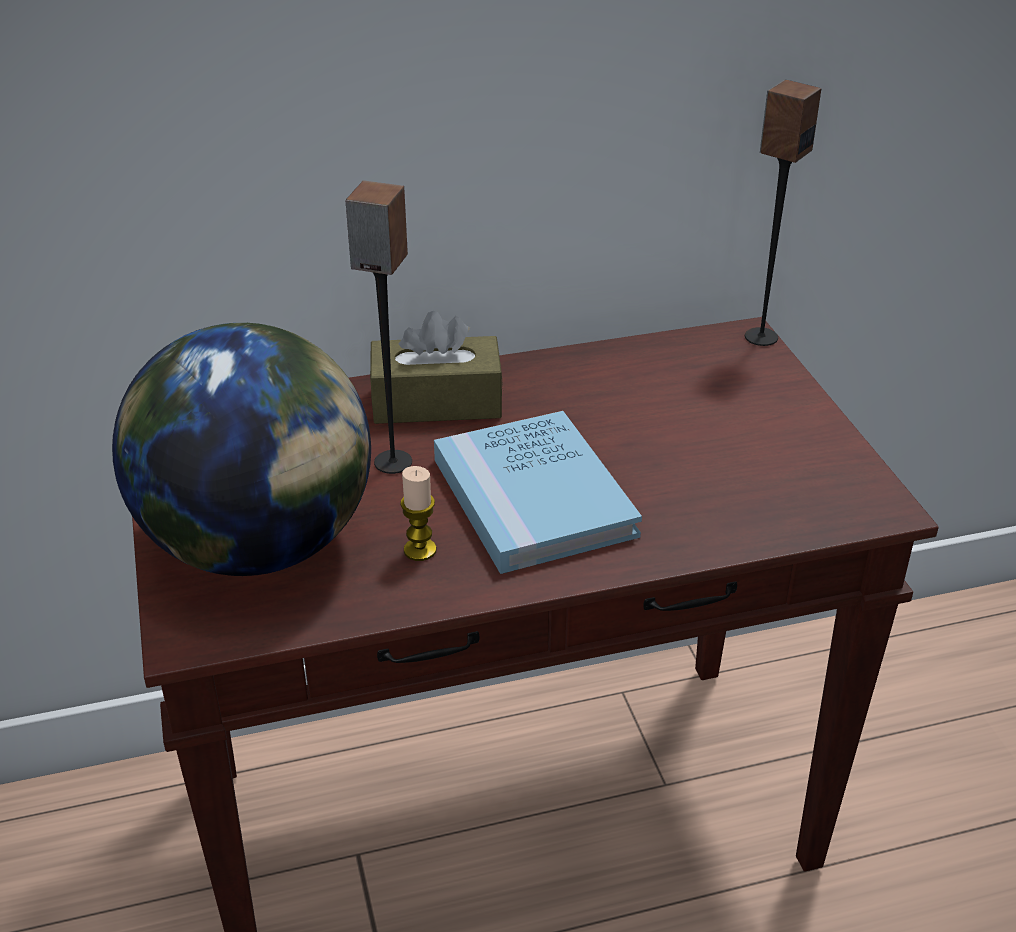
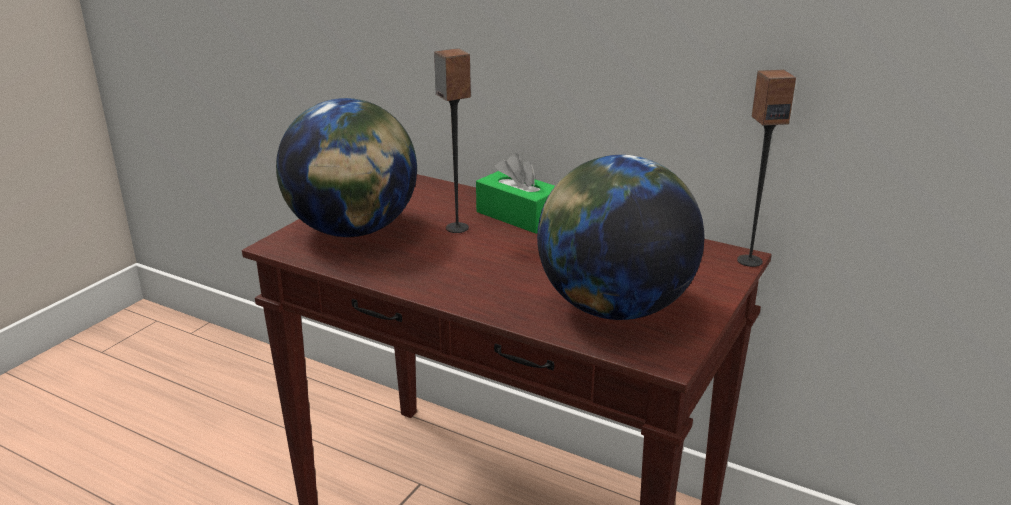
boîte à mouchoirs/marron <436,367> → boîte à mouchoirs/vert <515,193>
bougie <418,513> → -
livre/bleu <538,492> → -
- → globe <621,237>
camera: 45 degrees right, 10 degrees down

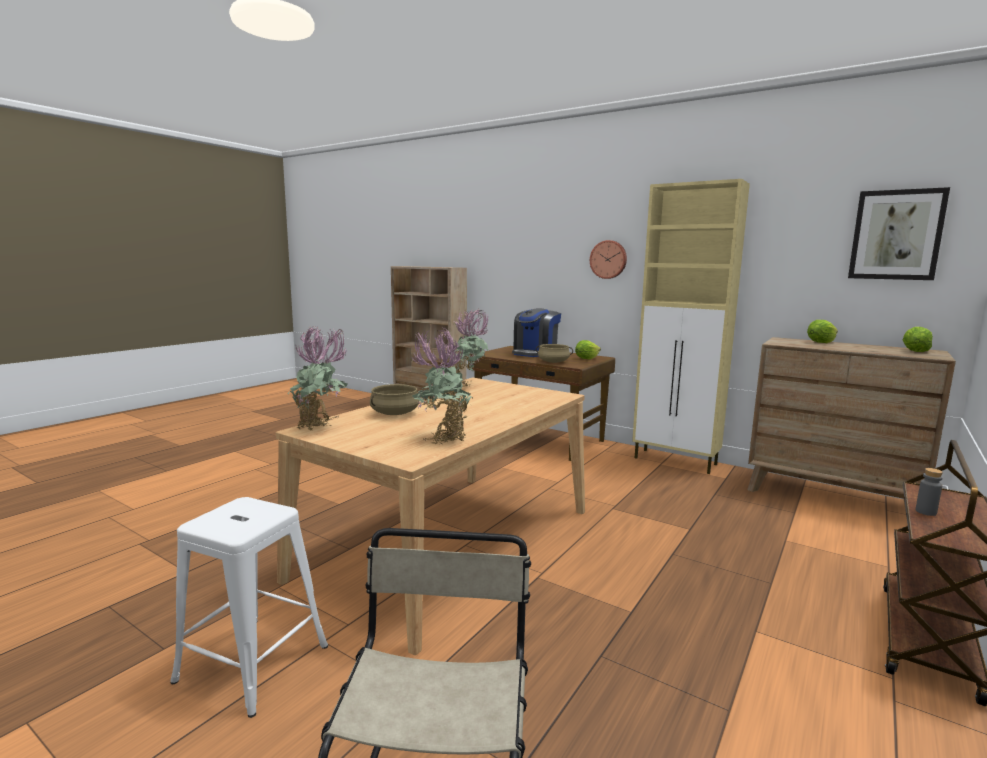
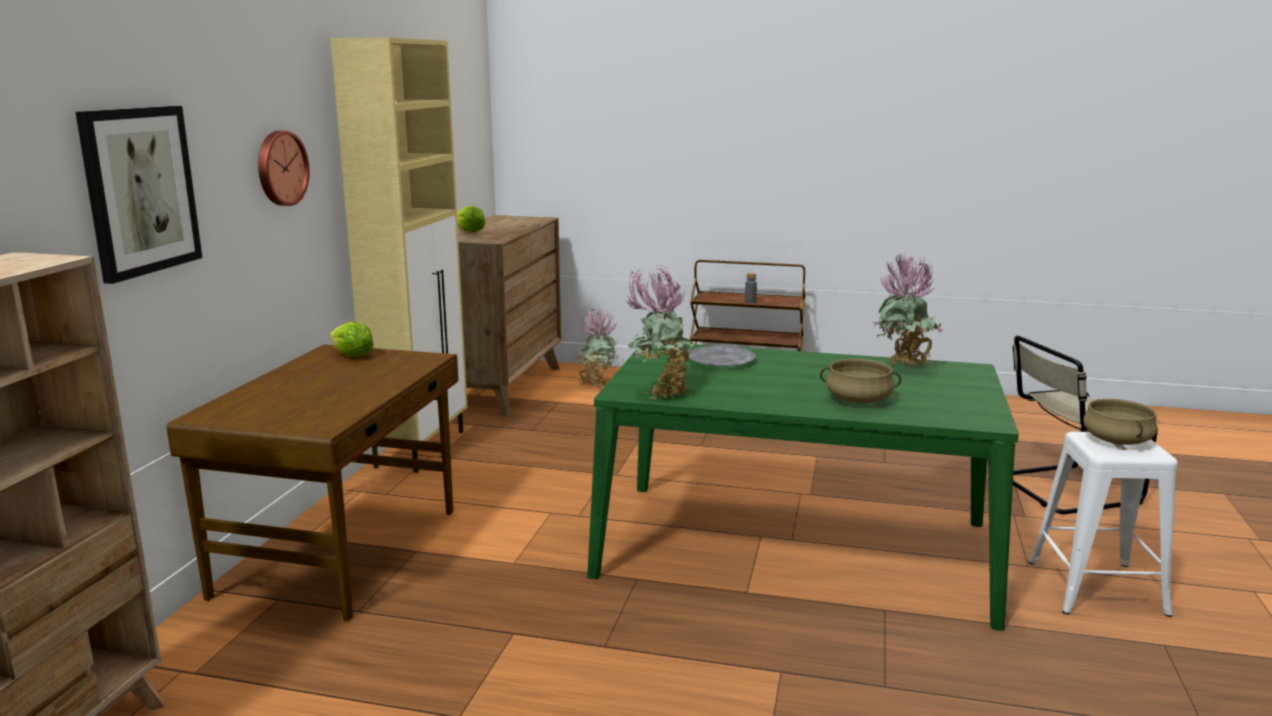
table à manger/beige <430,516> → table à manger/vert <803,486>
plante en pot <318,378> → plante en pot <596,348>, move
machine à café <536,332> → -
marmite/beige <554,353> → marmite/beige <1120,422>, move
tableau <899,233> → tableau <138,195>, move
laitue <917,339> → -
- → assiette/gris <722,356>
camera: 110 degrees left, 5 degrees up

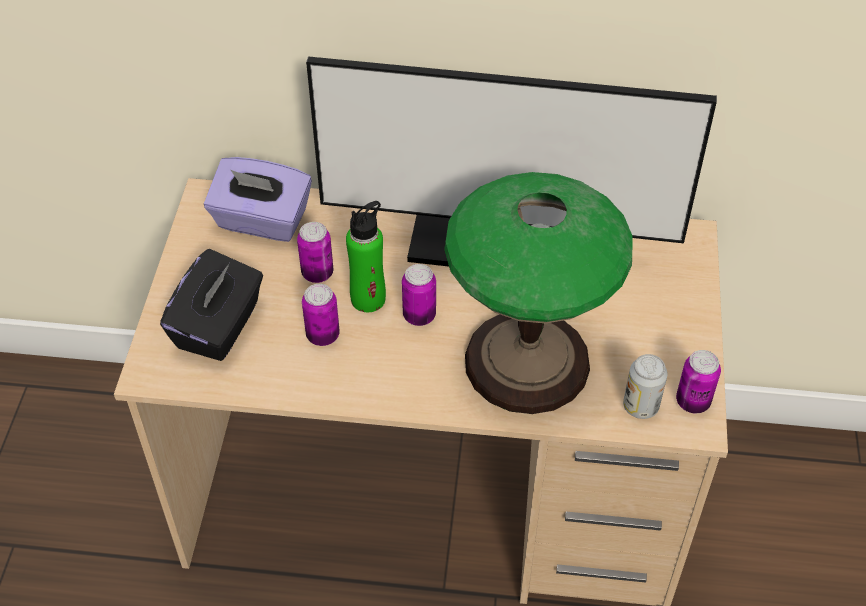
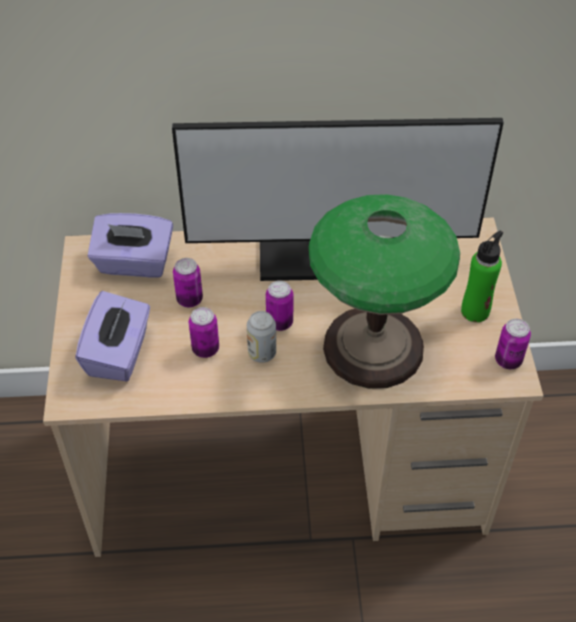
boîte à mouchoirs/noir <211,305> → boîte à mouchoirs/violet <112,336>
bouteille/vert <366,256> → bouteille/vert <482,276>, move
boîte métallique <645,386> → boîte métallique <261,337>, move
camera: 10 degrees left, 0 degrees up

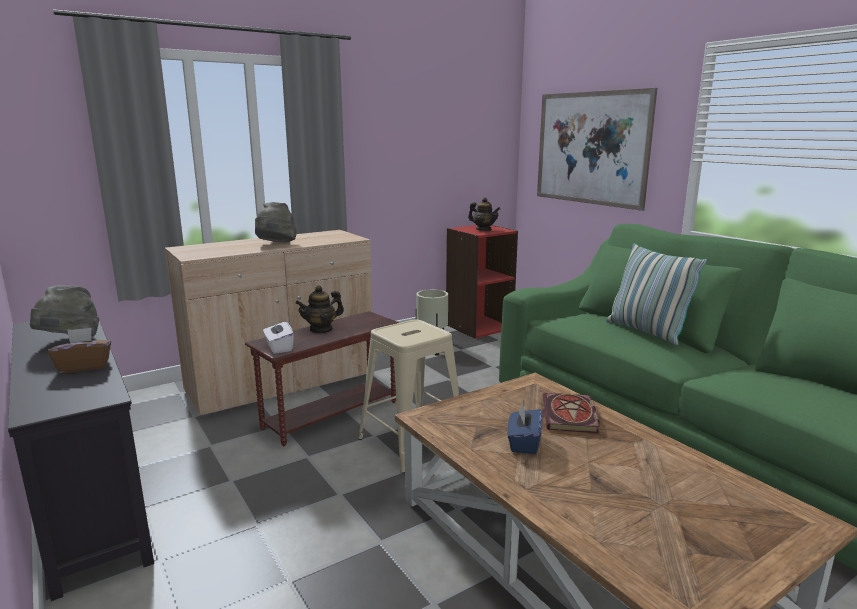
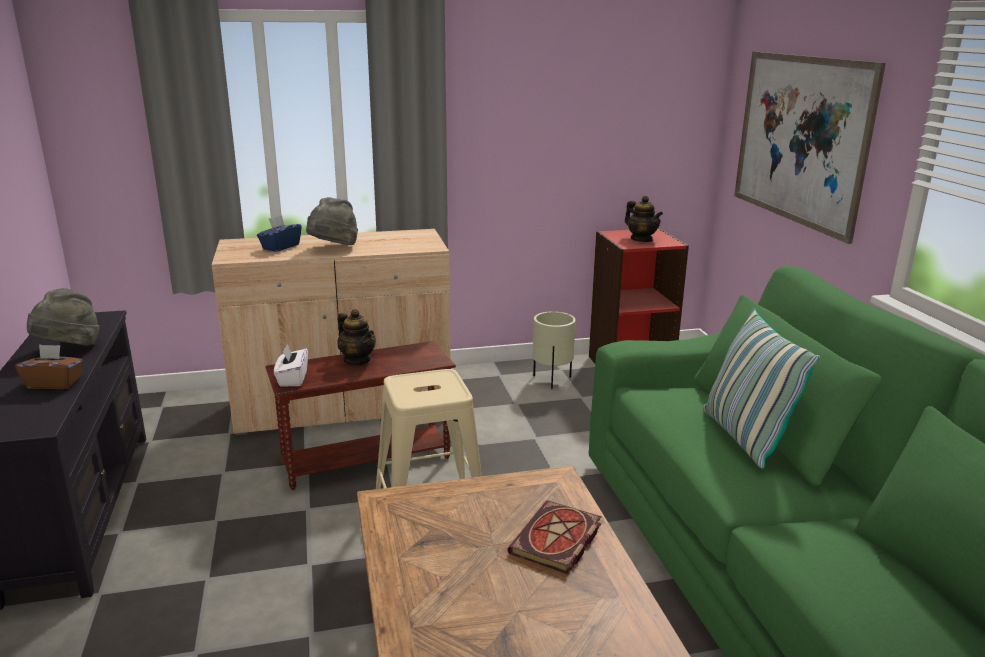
théière <320,310> → théière <356,337>, 120 degrees counterclockwise
boîte à mouchoirs/bleu <524,429> → boîte à mouchoirs/bleu <279,233>, move
camera: 20 degrees right, 5 degrees up

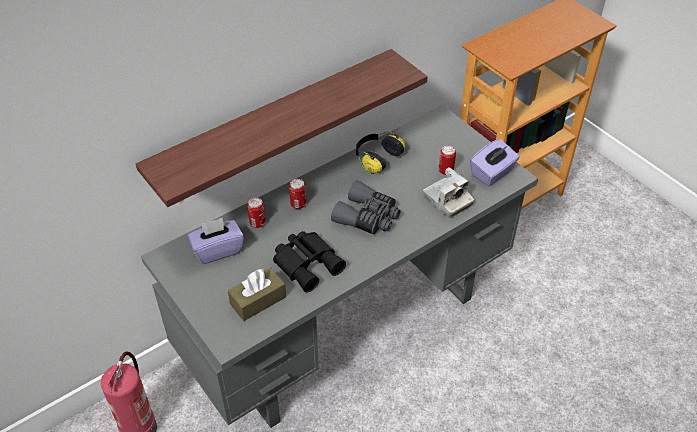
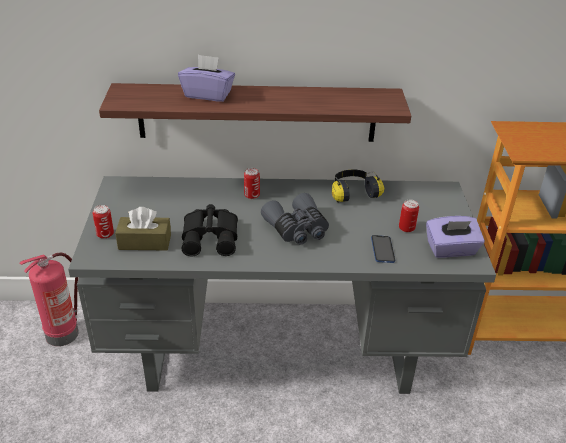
boîte à mouchoirs/violet <216,241> → boîte à mouchoirs/violet <206,78>, move
boîte métallique <256,212> → boîte métallique <103,222>, move
appareil photo <448,192> → téléphone <383,249>
camera: 35 degrees right, 10 degrees down

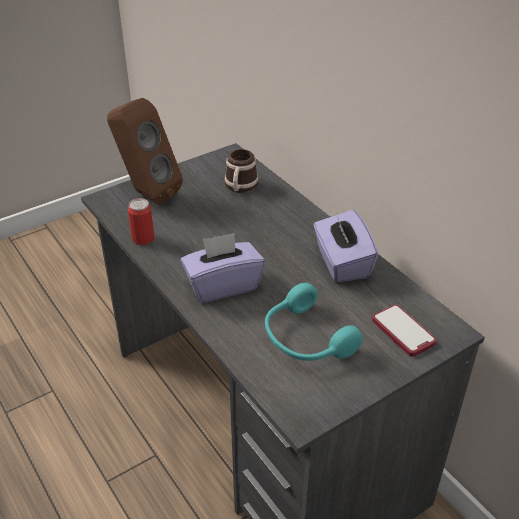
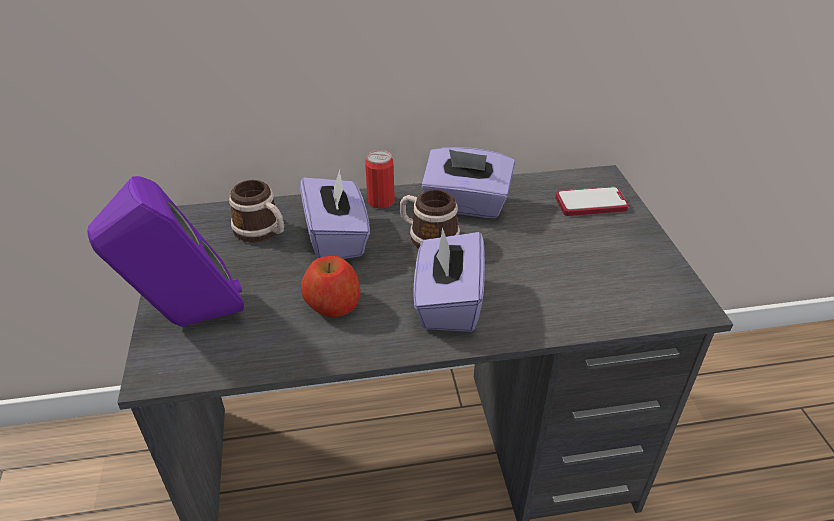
enceinte/marron <145,151> → enceinte/violet <165,251>
boîte métallique <141,221> → boîte métallique <380,179>, move
casque audio/turquoise <314,322> → -
- → boîte à mouchoirs/violet <335,214>
- → pomme <330,286>
- → mug <430,219>
camera: 65 degrees left, 0 degrees up

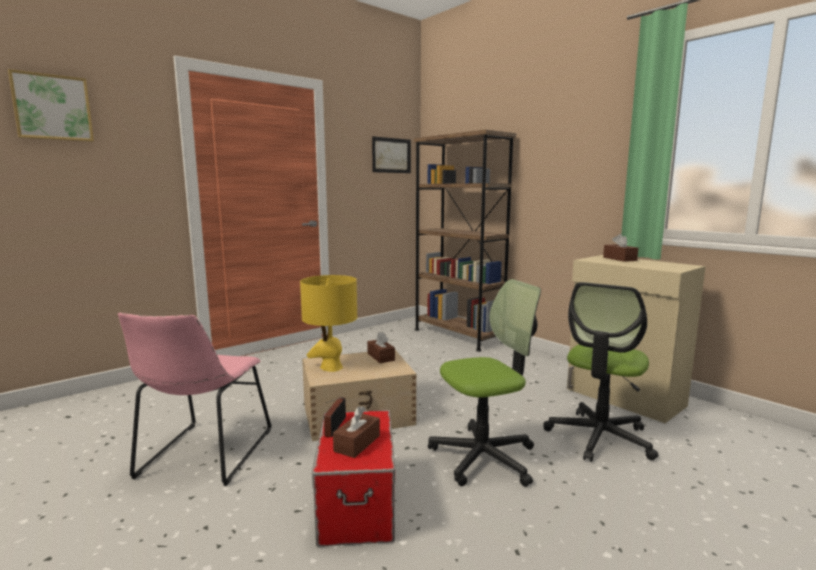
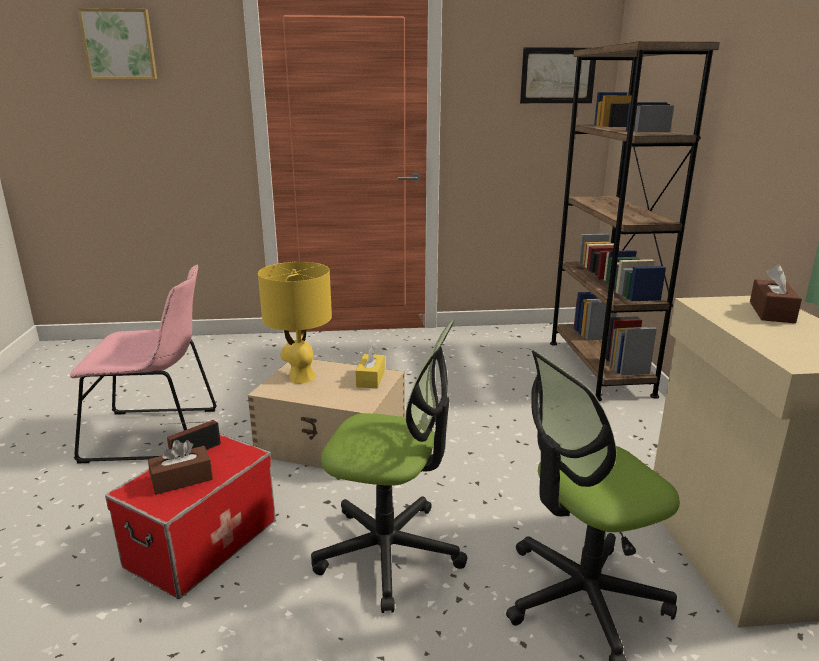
chaise/rose <194,399> → chaise/rose <143,364>, 135 degrees counterclockwise
boîte à mouchoirs/marron <381,347> → boîte à mouchoirs/jaune <370,367>
camera: 35 degrees right, 10 degrees up

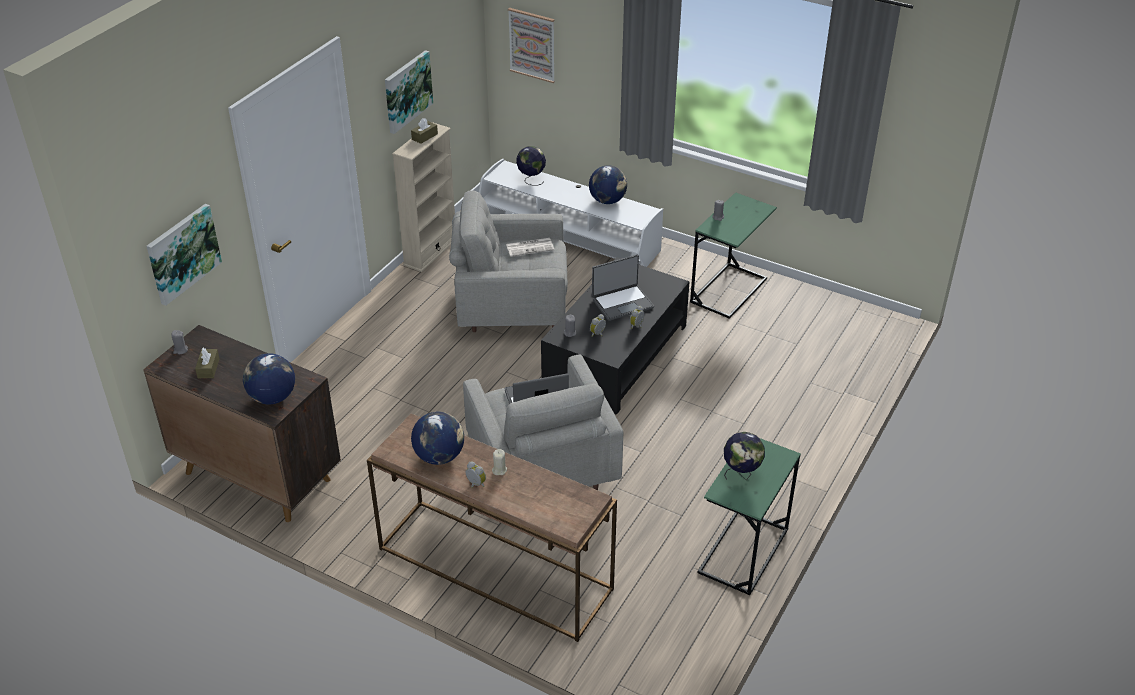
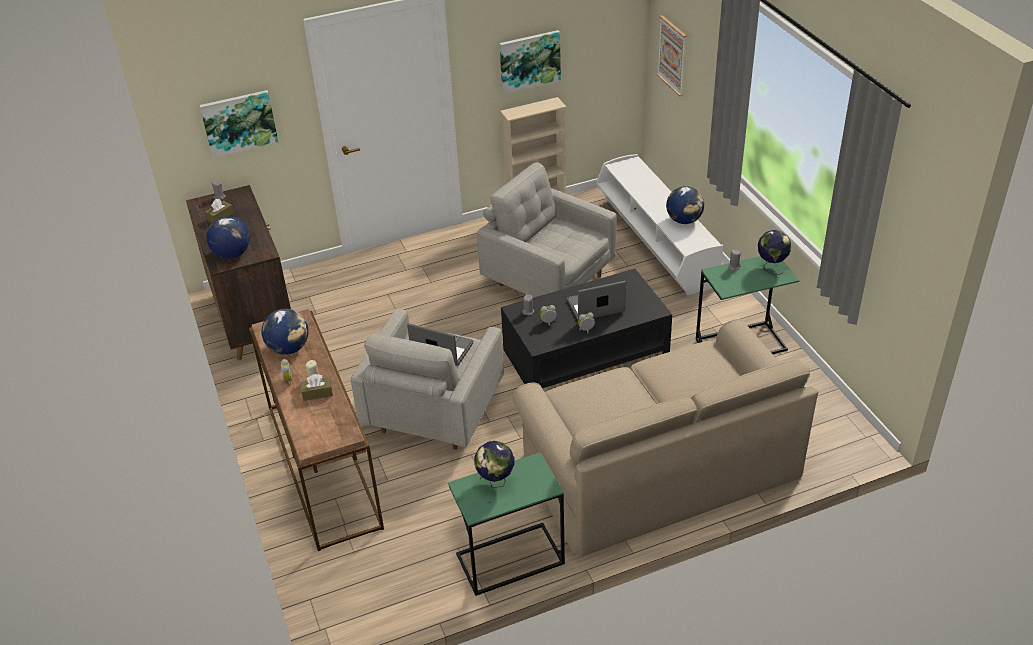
boîte à mouchoirs/marron <424,131> → boîte à mouchoirs/marron <317,387>, move
journal <530,247> → -
globe <531,166> → globe <774,252>, move
ordinateur portable <623,288> → ordinateur portable <596,300>, 150 degrees clockwise
- → canapé/beige <666,437>
camera: 40 degrees right, 0 degrees up

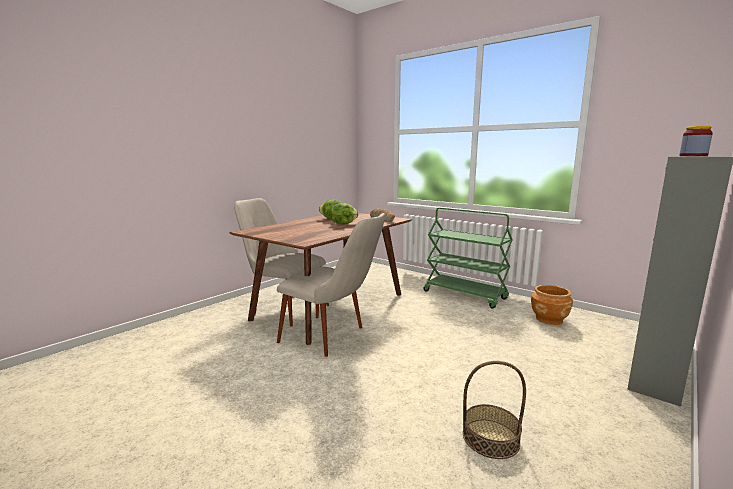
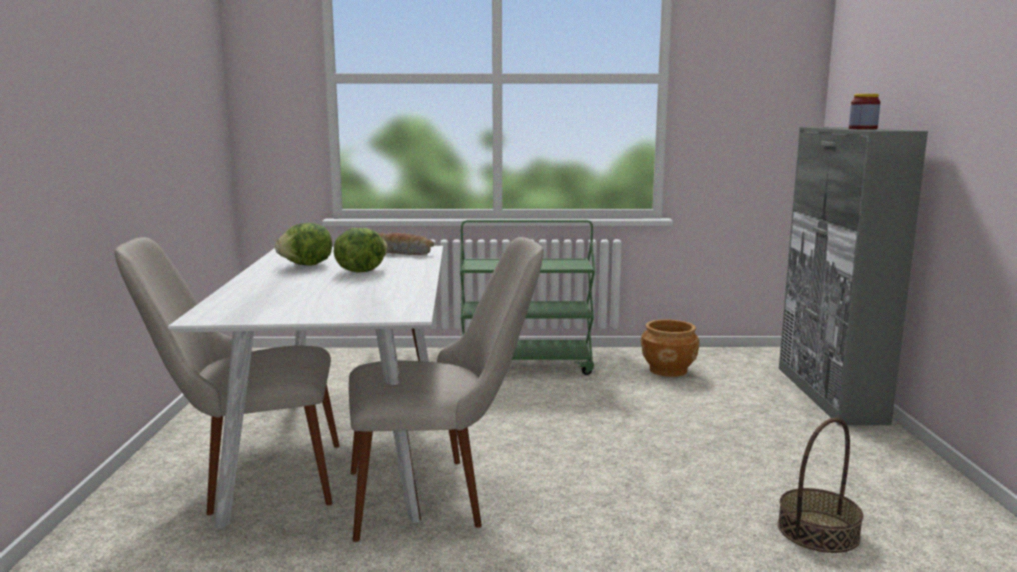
table à manger/marron <320,279> → table à manger/blanc <305,387>
camera: 40 degrees left, 0 degrees up

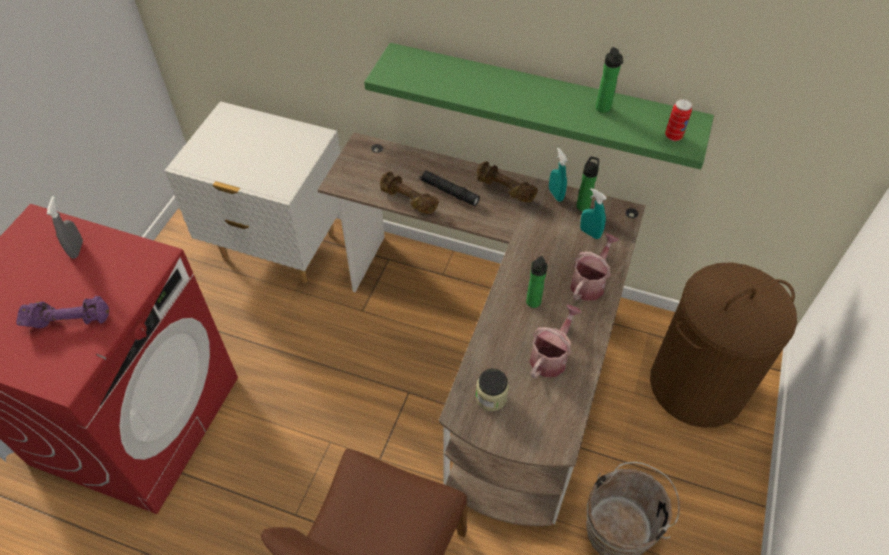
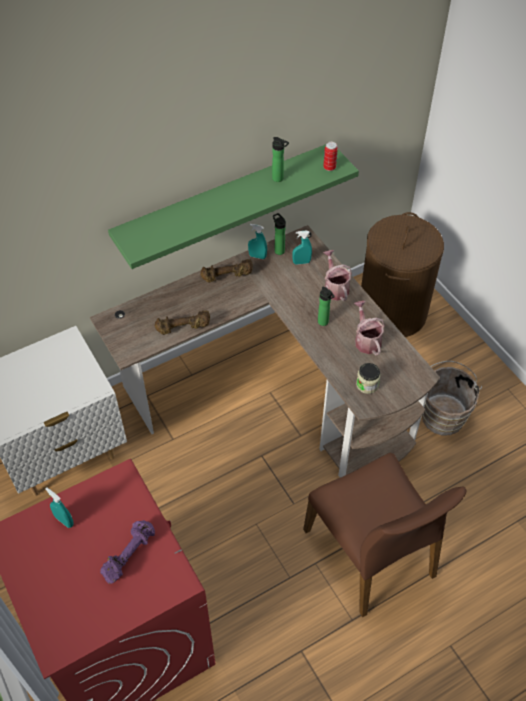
vaporisateur/gris <65,227> → vaporisateur/turquoise <59,507>
lampe de poche/noir <449,188> → -
camera: 50 degrees left, 0 degrees up

